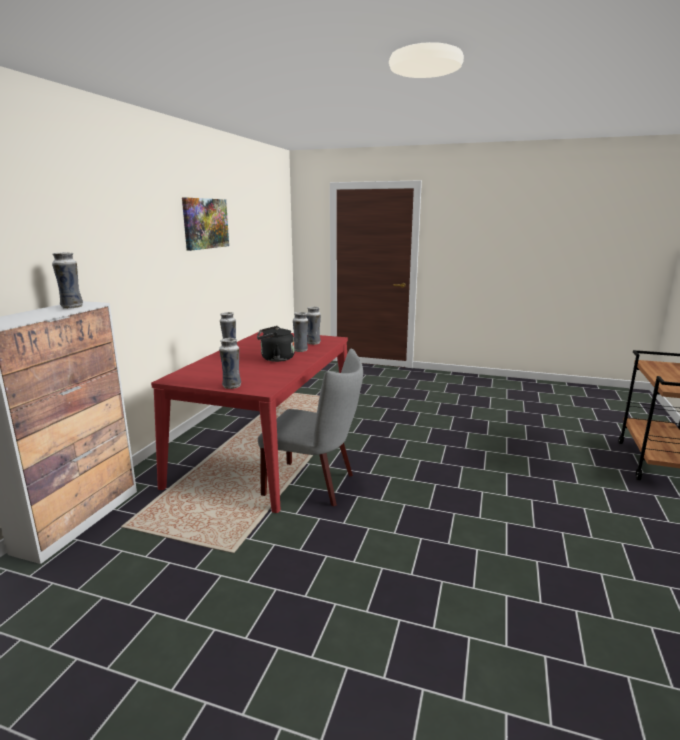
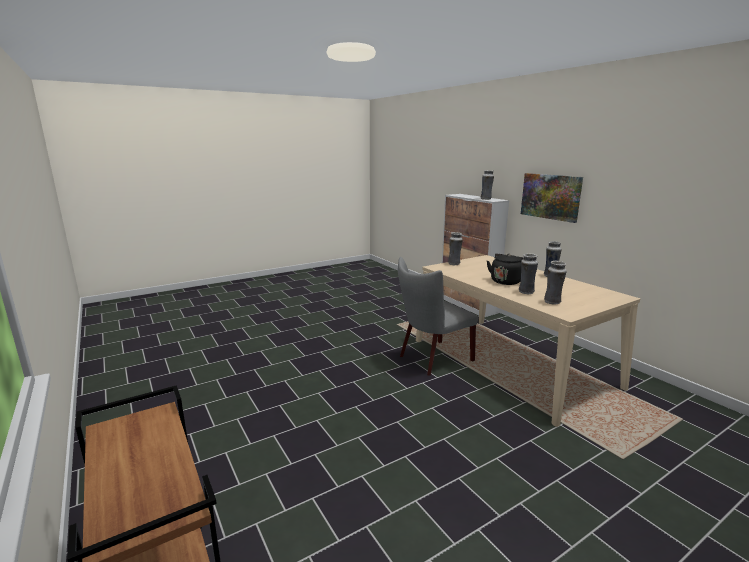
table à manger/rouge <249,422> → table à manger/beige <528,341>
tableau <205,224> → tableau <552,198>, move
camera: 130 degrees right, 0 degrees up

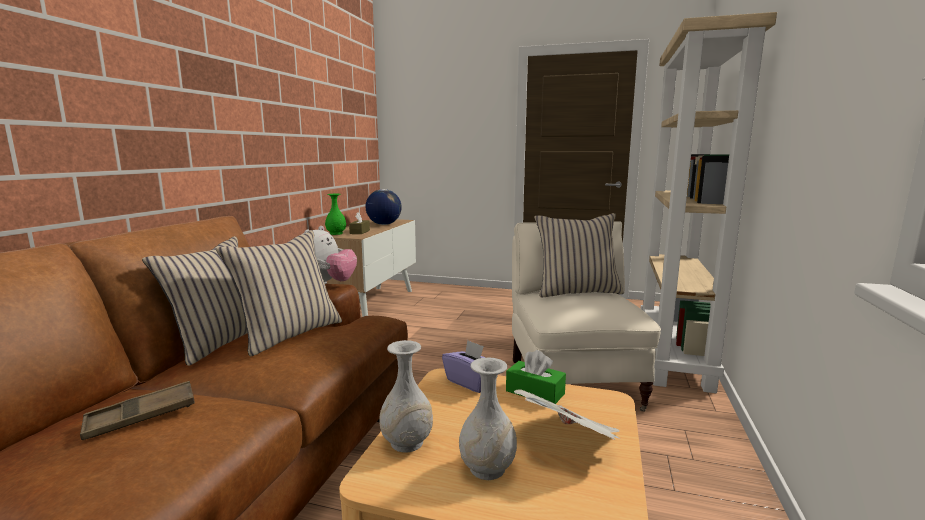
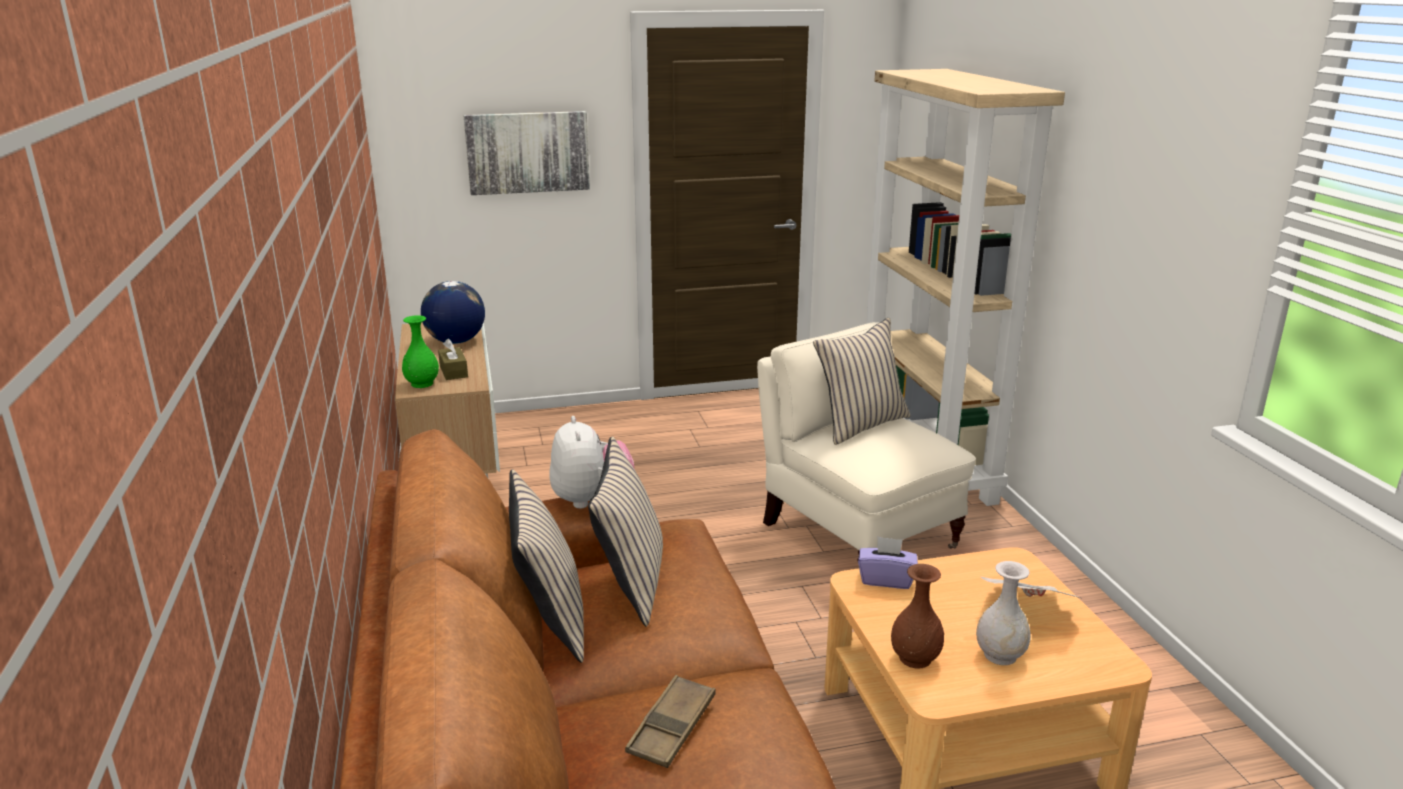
vase/blanc <406,396> → vase/marron <917,616>
boîte à mouchoirs/vert <536,377> → -
- → tableau <527,153>
camera: 30 degrees left, 10 degrees up

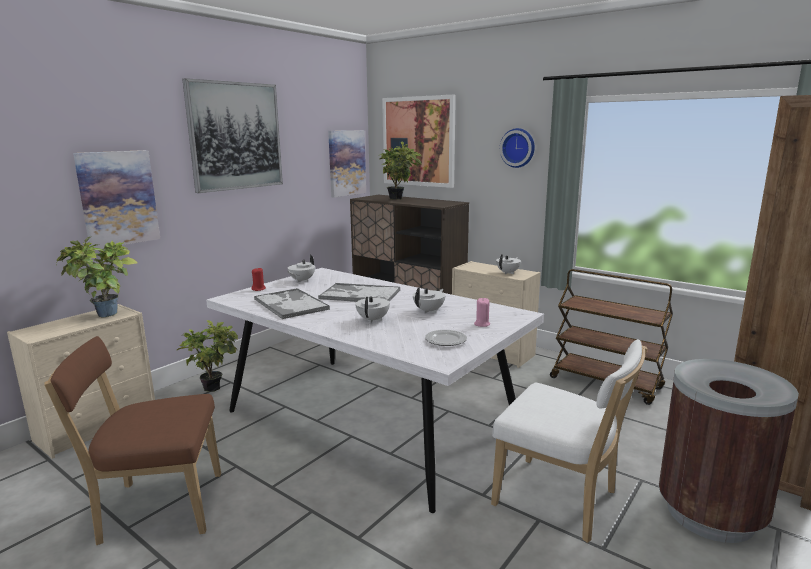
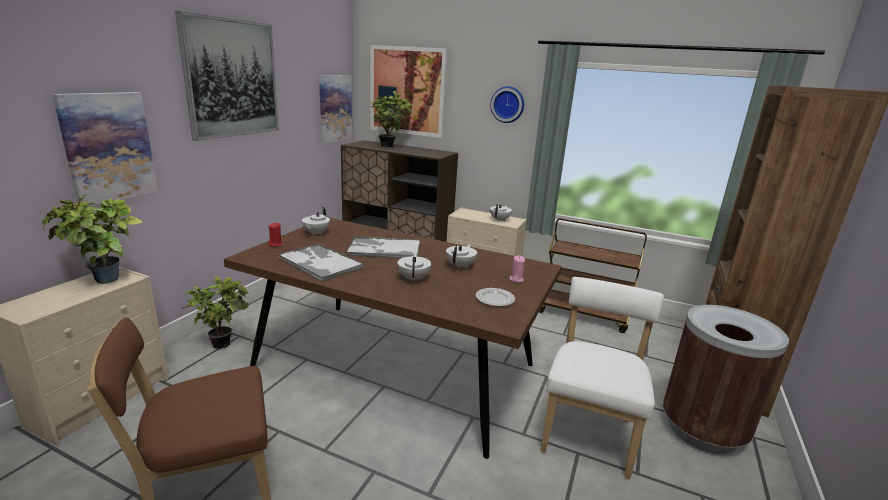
table à manger/blanc <375,390> → table à manger/marron <392,338>
chaise/blanc <569,441> → chaise/blanc <602,378>, 90 degrees counterclockwise
camera: 15 degrees left, 5 degrees up

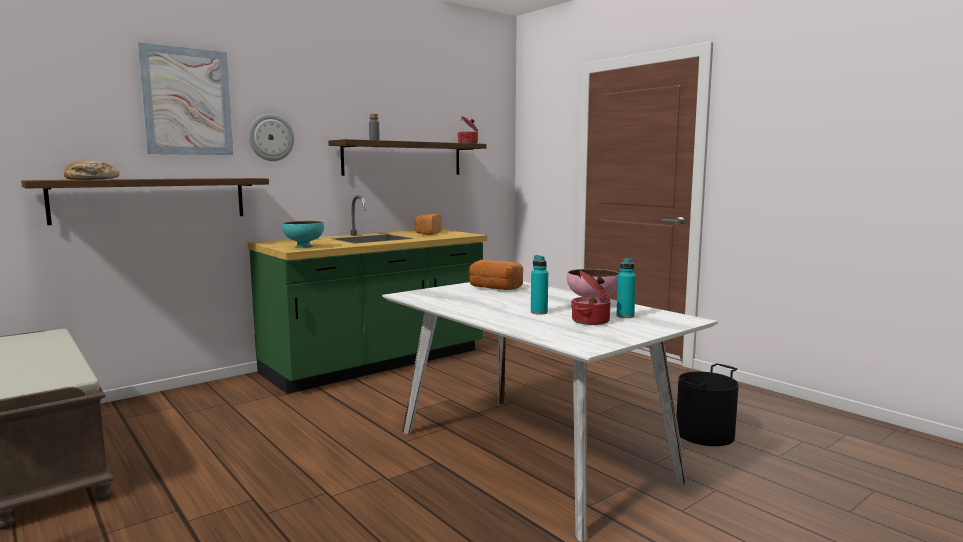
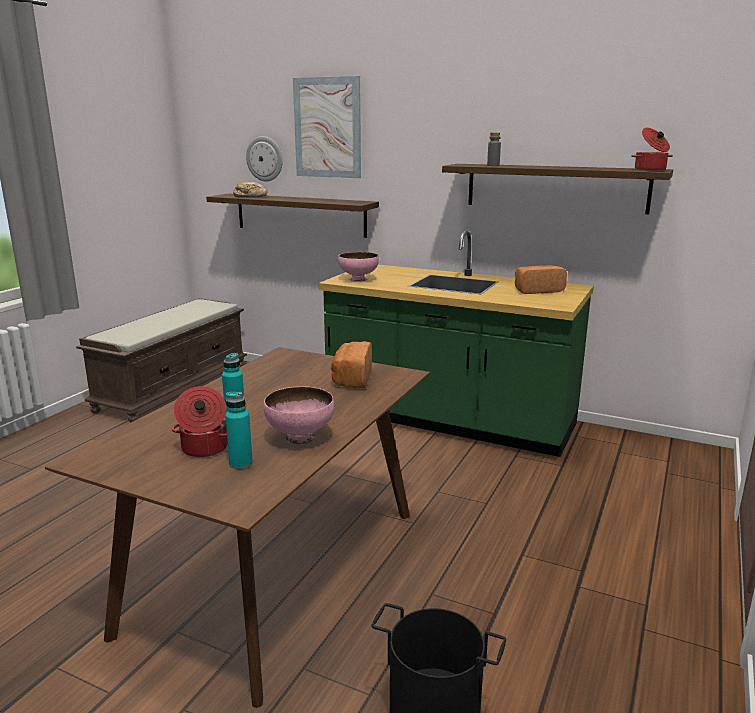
horloge murale <271,137> → horloge murale <264,158>, move
bol/turquoise <303,234> → bol/rose <358,267>
table à manger/blanc <550,411> → table à manger/marron <237,527>
camera: 65 degrees right, 10 degrees up

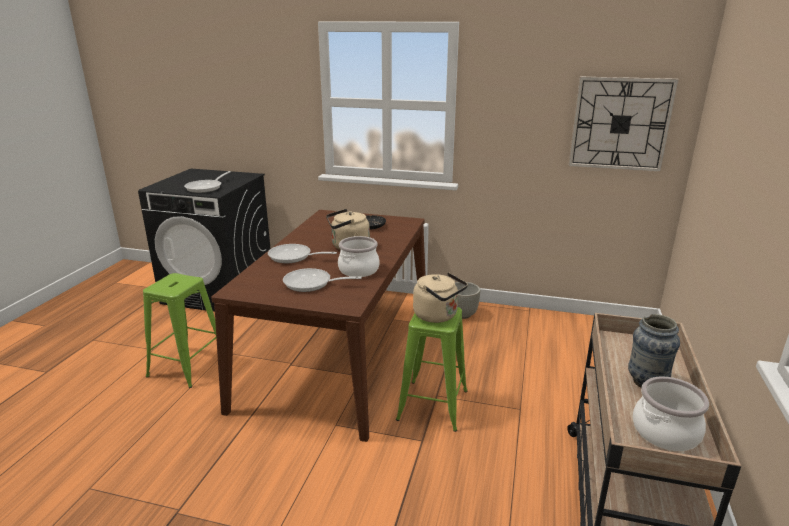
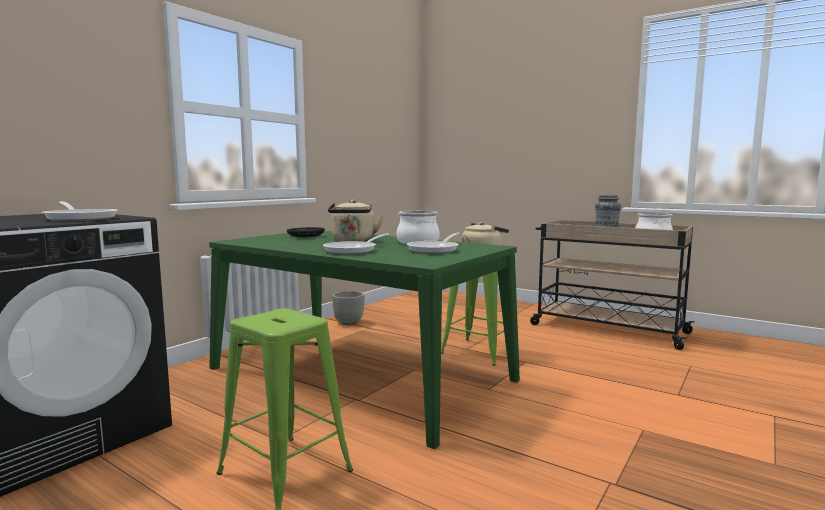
table à manger/marron <318,326> → table à manger/vert <364,340>
horloge murale <624,124> → -
camera: 70 degrees left, 15 degrees down

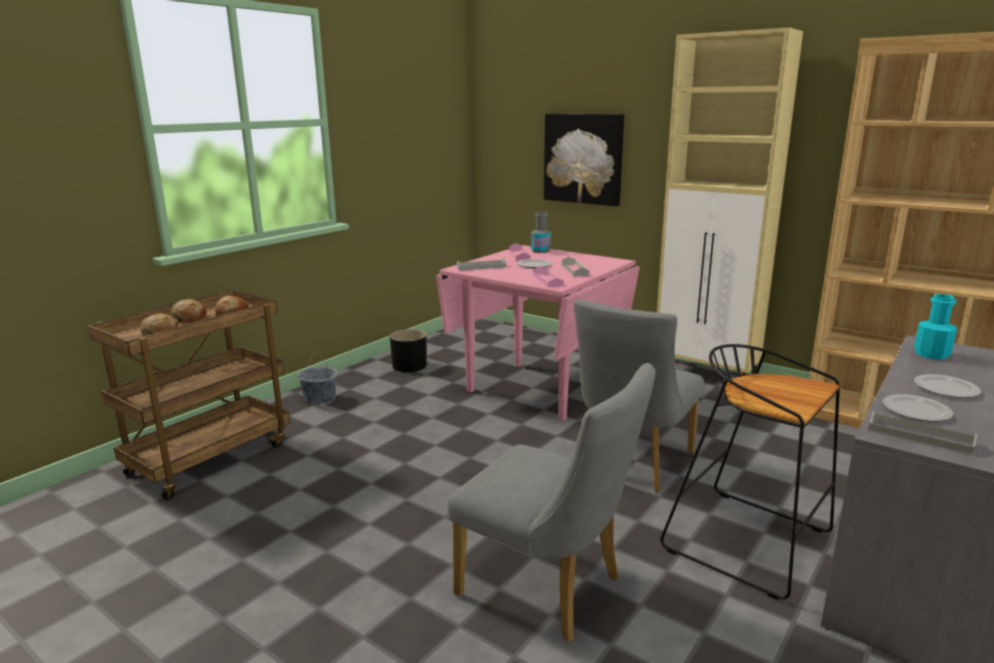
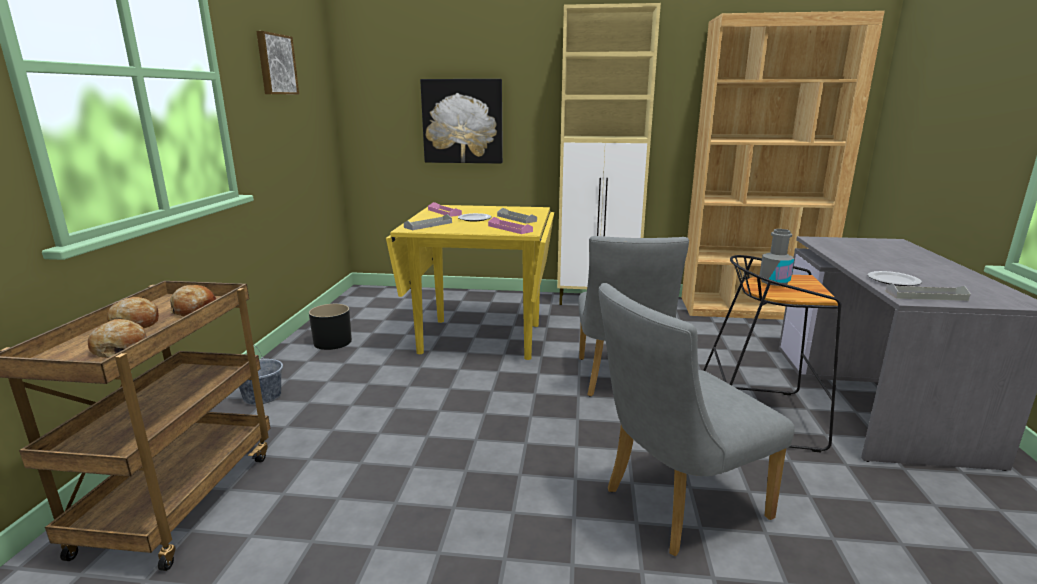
table à manger/rose <538,333> → table à manger/jaune <470,282>
chaise/gris <551,502> → chaise/gris <697,419>, 150 degrees clockwise
bouteille/gris <541,232> → bouteille/gris <776,257>, move
bouteille/turquoise <936,327> → -
assiette <947,386> → -
- → tableau <277,62>
camera: 30 degrees left, 0 degrees up

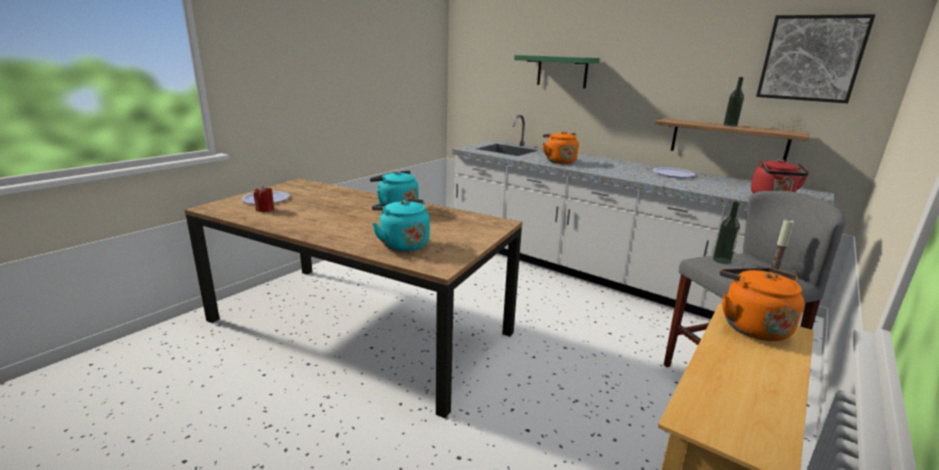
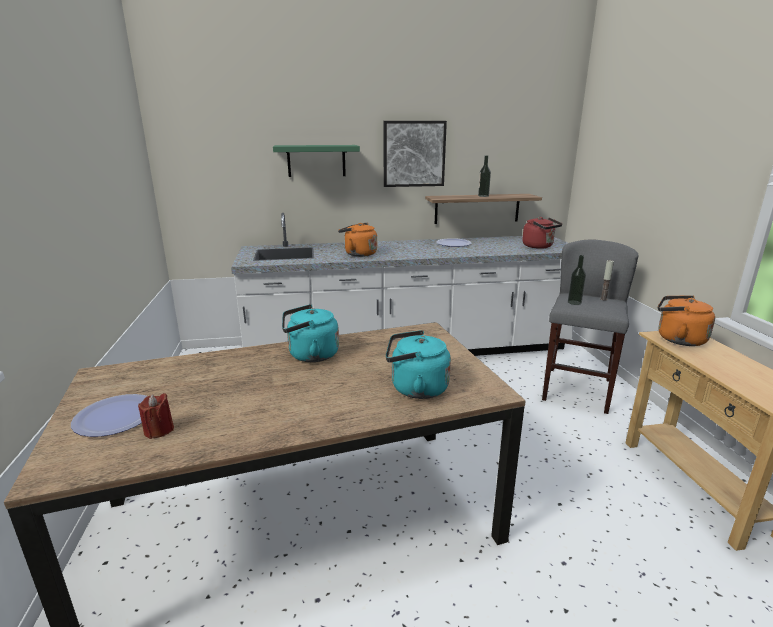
tableau <816,58> → tableau <415,154>, move
camera: 45 degrees left, 0 degrees up

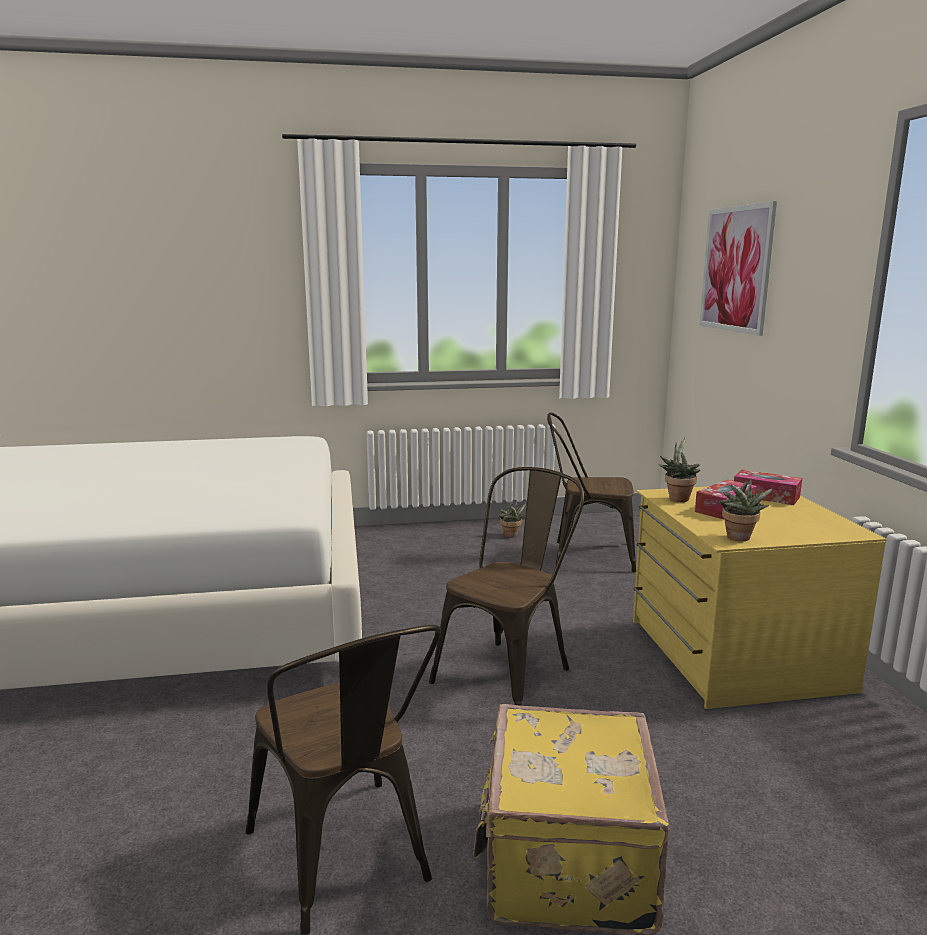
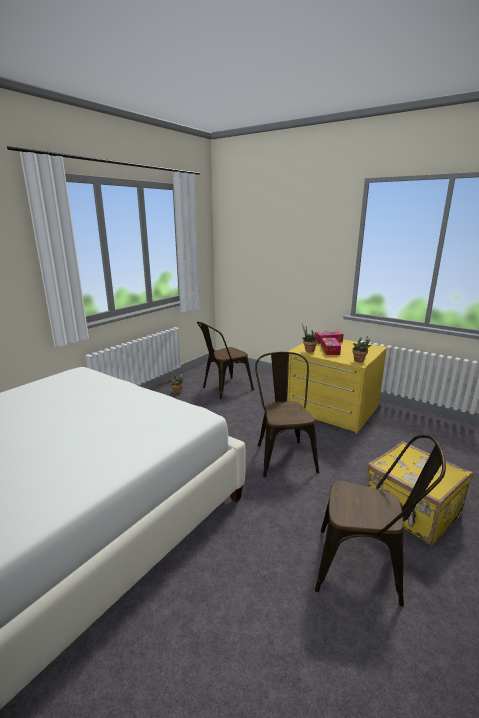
tableau <738,268> → -
camera: 45 degrees left, 5 degrees up

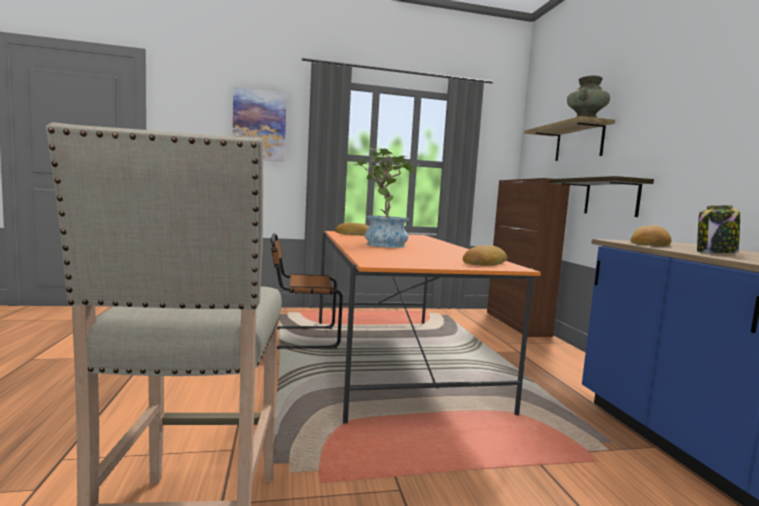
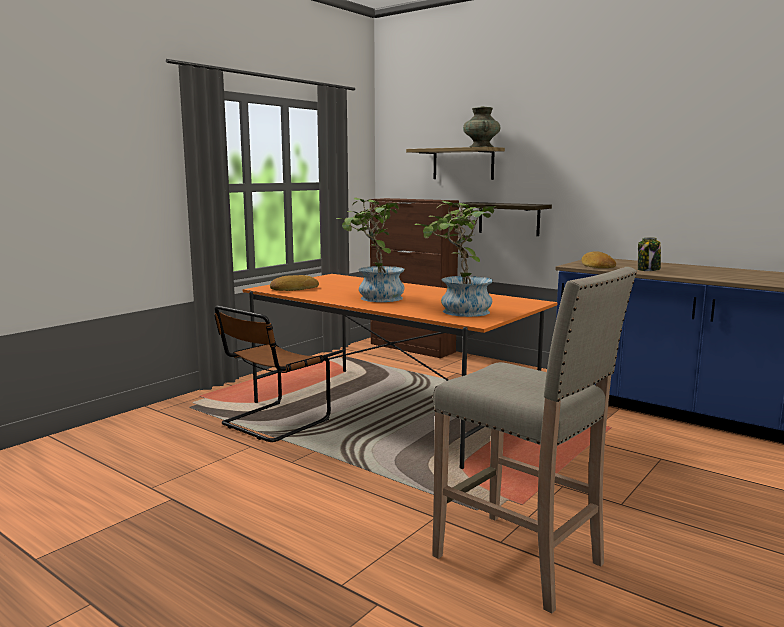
tableau <260,124> → -
pain <485,255> → -
- → plante en pot <455,258>
camera: 40 degrees left, 5 degrees up

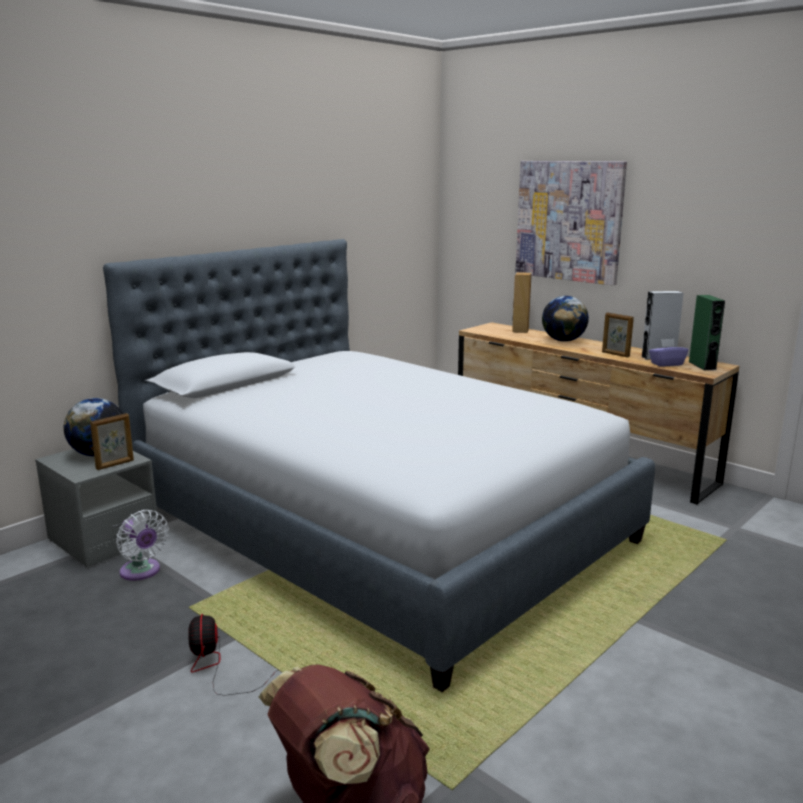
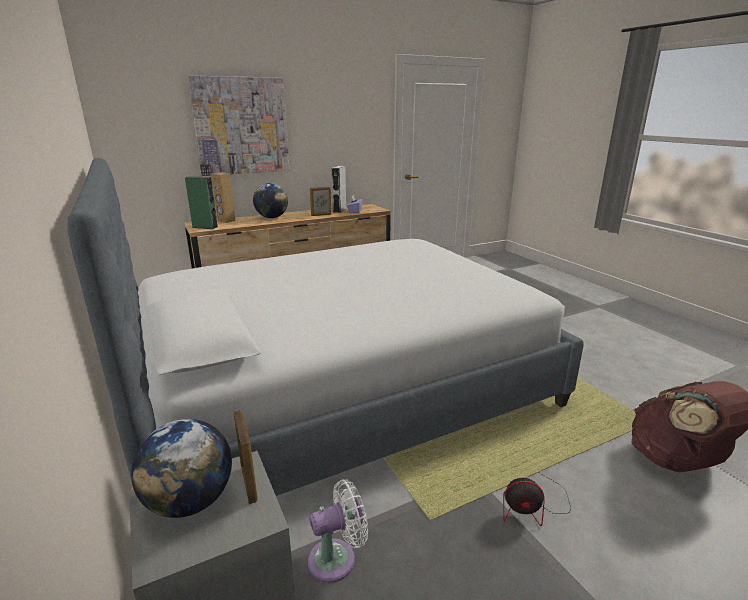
enceinte/vert <707,332> → enceinte/vert <201,202>, move
camera: 70 degrees left, 5 degrees up

